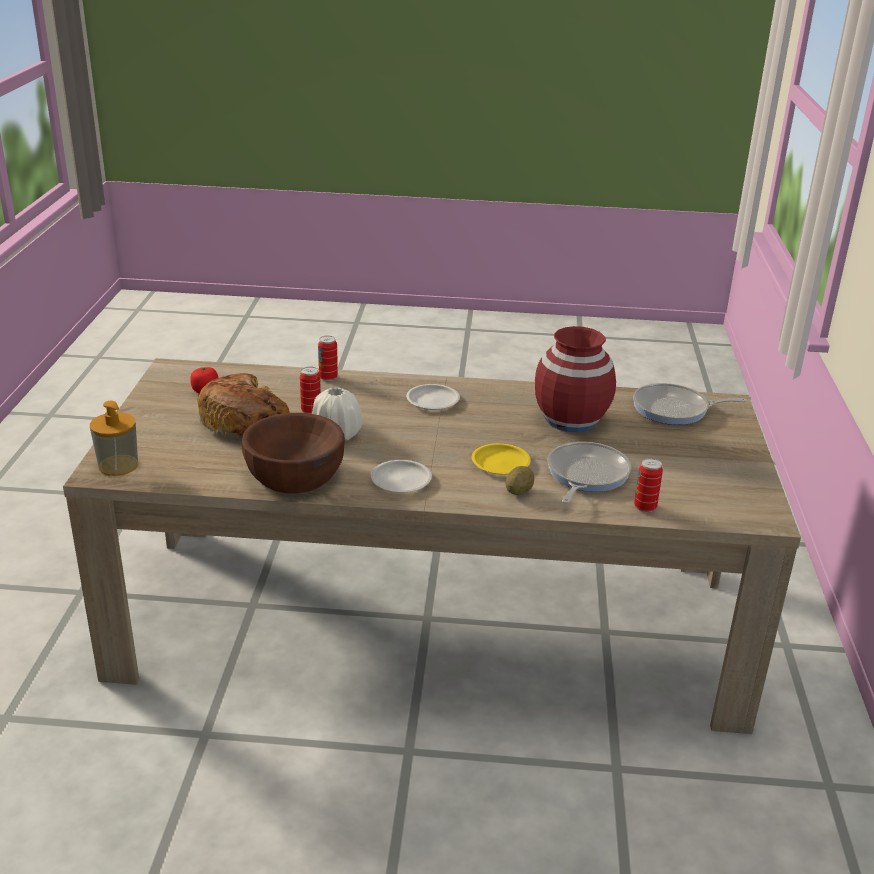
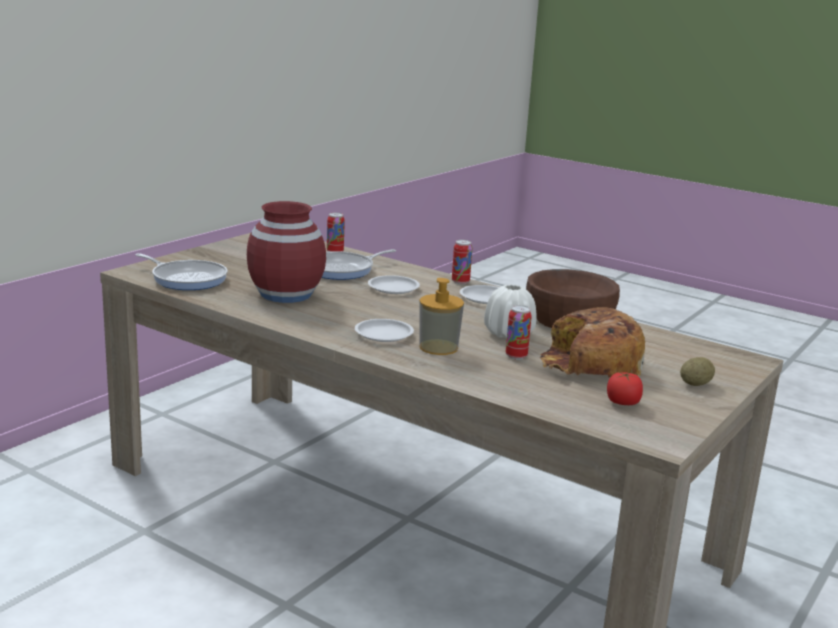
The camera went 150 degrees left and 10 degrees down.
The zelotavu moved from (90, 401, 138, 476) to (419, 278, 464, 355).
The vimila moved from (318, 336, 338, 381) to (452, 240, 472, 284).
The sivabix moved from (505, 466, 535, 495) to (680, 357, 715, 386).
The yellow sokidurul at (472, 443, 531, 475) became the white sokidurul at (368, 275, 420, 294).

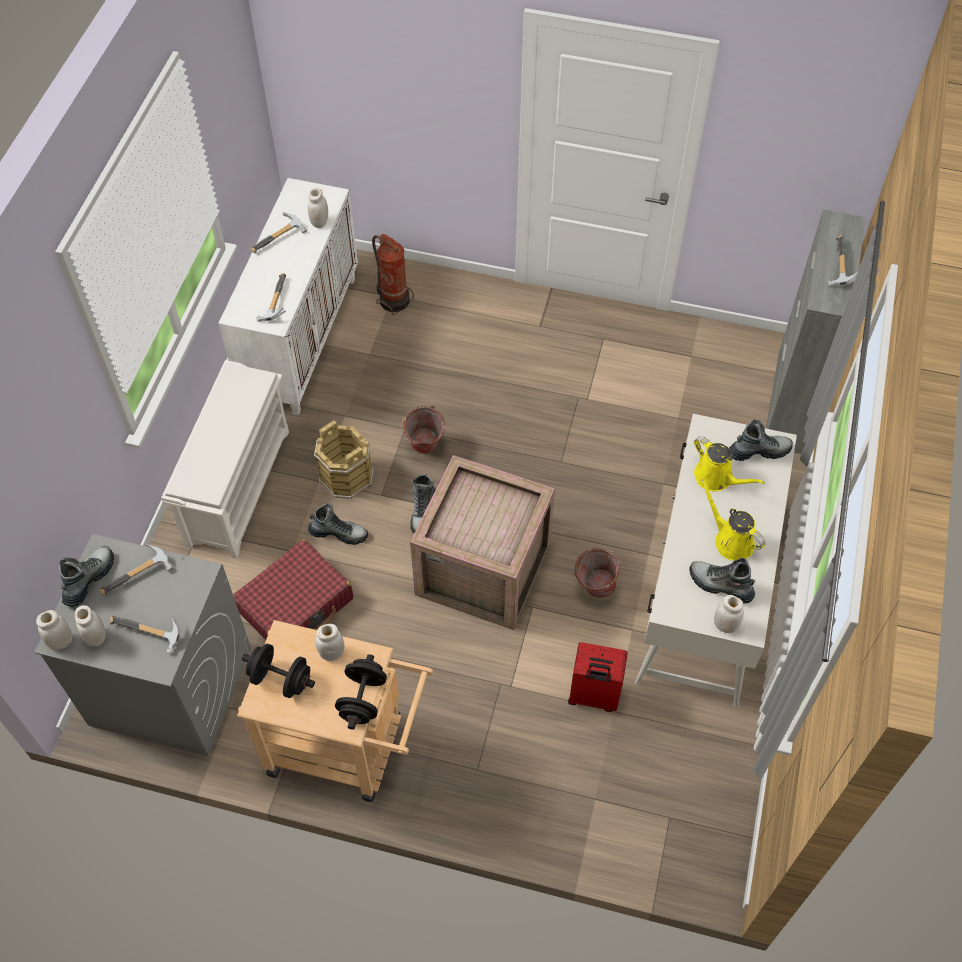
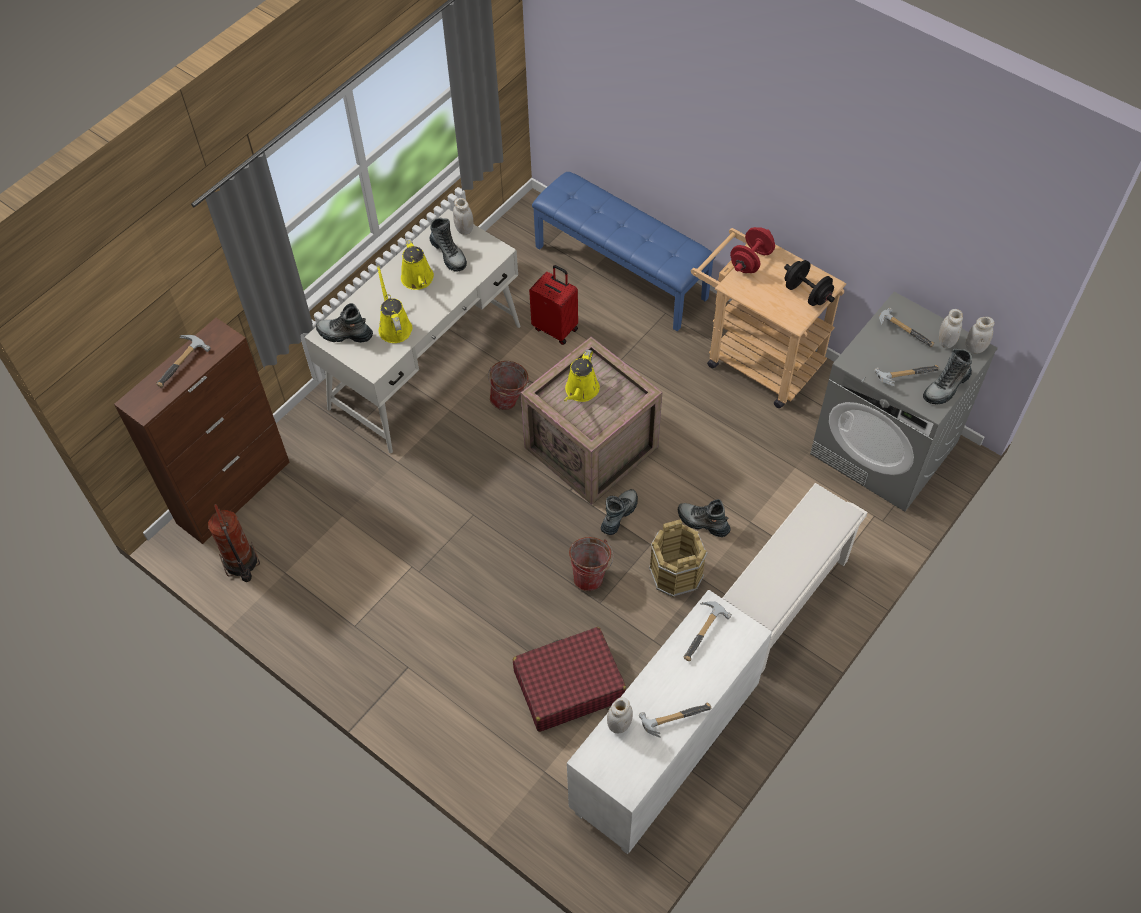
The camera went 155 degrees left and 0 degrees up.
The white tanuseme at (315, 624, 345, 661) disappeared.
The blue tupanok at (532, 172, 715, 331) appeared.
The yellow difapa at (564, 349, 600, 402) appeared.
The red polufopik moved from (233, 540, 353, 640) to (513, 627, 626, 732).
The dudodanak moved from (372, 234, 414, 315) to (208, 504, 260, 582).
The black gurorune at (335, 654, 387, 730) became the red gurorune at (730, 227, 775, 273).
The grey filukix at (766, 210, 866, 454) became the brown filukix at (114, 318, 290, 544).

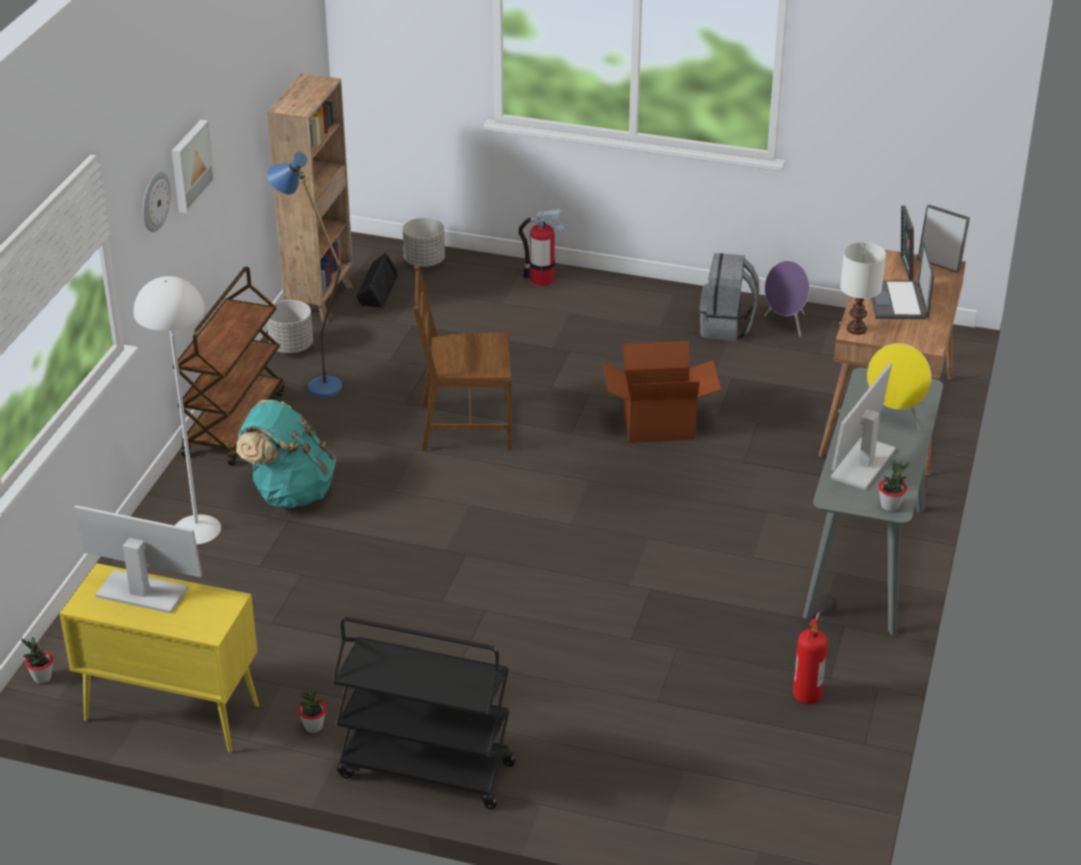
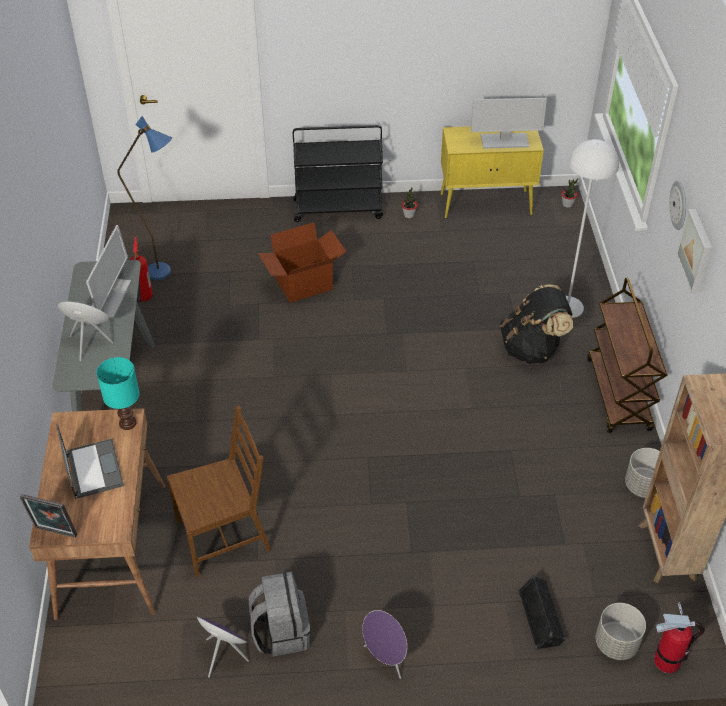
The camera went 160 degrees right and 10 degrees up.
The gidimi at (878, 460, 909, 512) disappeared.
The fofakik at (901, 205, 914, 280) disappeared.
The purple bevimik at (362, 610, 407, 679) appeared.
The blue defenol moved from (267, 152, 342, 398) to (117, 116, 172, 280).
The black bevimik moved from (356, 252, 399, 308) to (518, 575, 566, 650).
The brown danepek moved from (413, 266, 512, 451) to (166, 406, 271, 578).
The dudodanak moved from (519, 209, 564, 286) to (654, 602, 705, 673).
The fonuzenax moved from (603, 341, 721, 443) to (258, 222, 346, 303).
The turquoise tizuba at (236, 400, 336, 508) became the black tizuba at (500, 285, 573, 364).
The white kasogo at (840, 242, 886, 335) became the turquoise kasogo at (97, 357, 140, 430).

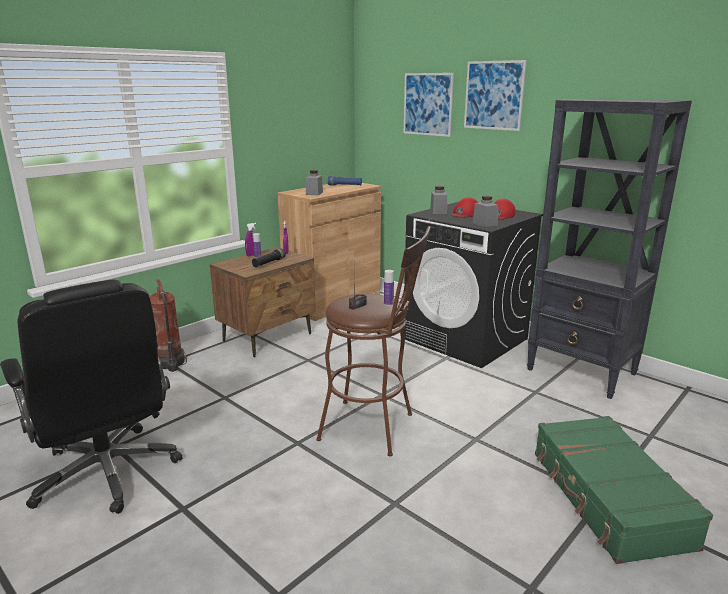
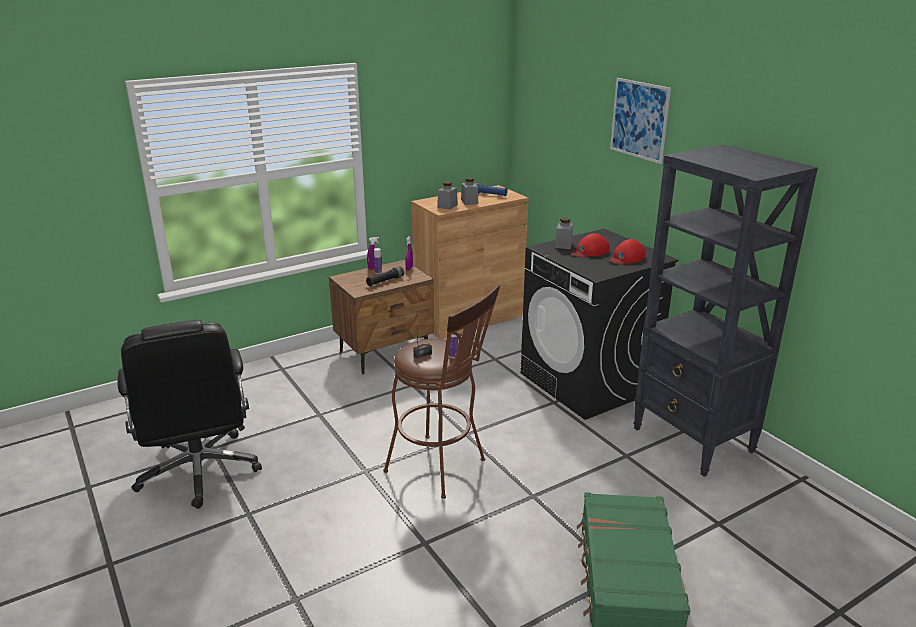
The camera went 15 degrees right and 5 degrees up.
The dudodanak at (150, 279, 187, 372) disappeared.
The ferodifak at (404, 73, 454, 137) disappeared.
The grey tanuseme moved from (473, 196, 498, 227) to (461, 177, 478, 205).

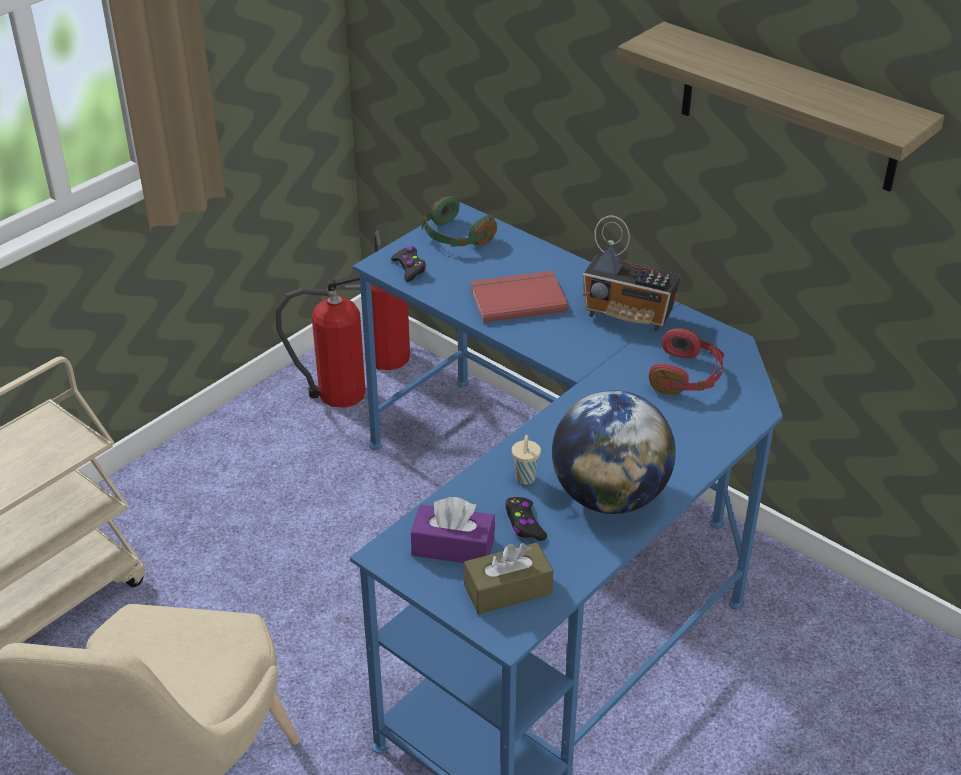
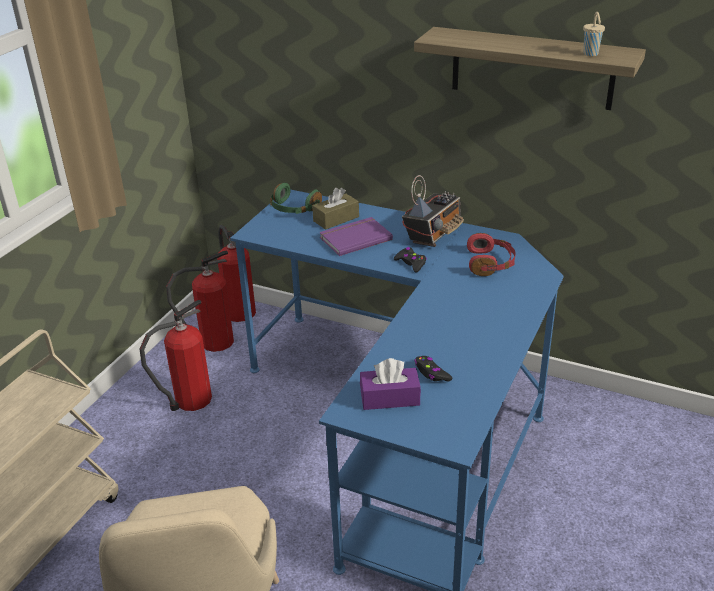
The camera went 15 degrees left and 5 degrees down.
The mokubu at (552, 390, 676, 514) disappeared.
The dudodanak at (140, 300, 212, 411) appeared.
The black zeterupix moved from (391, 246, 426, 282) to (394, 247, 427, 273).
The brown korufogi moved from (464, 542, 553, 614) to (312, 188, 359, 230).
The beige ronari moved from (512, 435, 541, 485) to (583, 12, 605, 56).
The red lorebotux at (470, 271, 568, 323) became the purple lorebotux at (320, 217, 393, 256).
The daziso at (583, 216, 681, 331) turned 60 degrees counterclockwise.

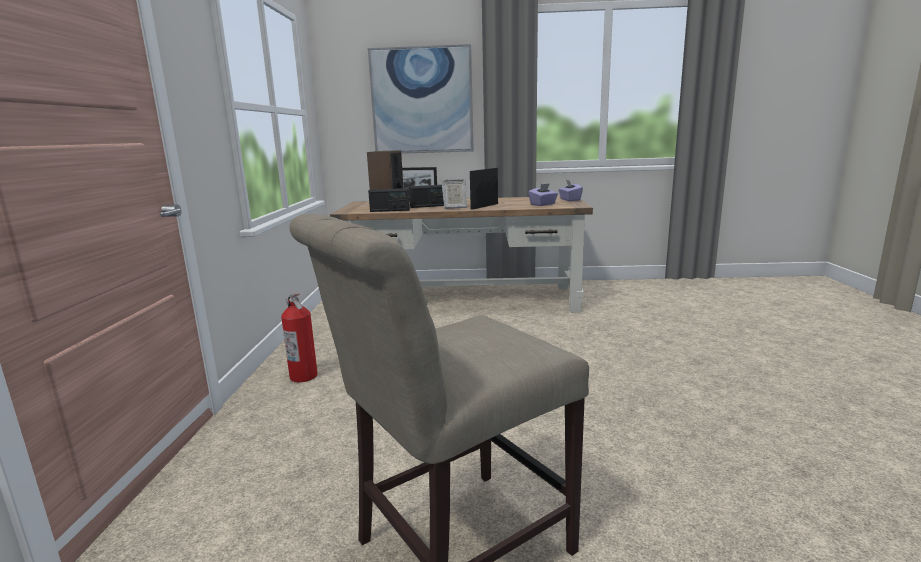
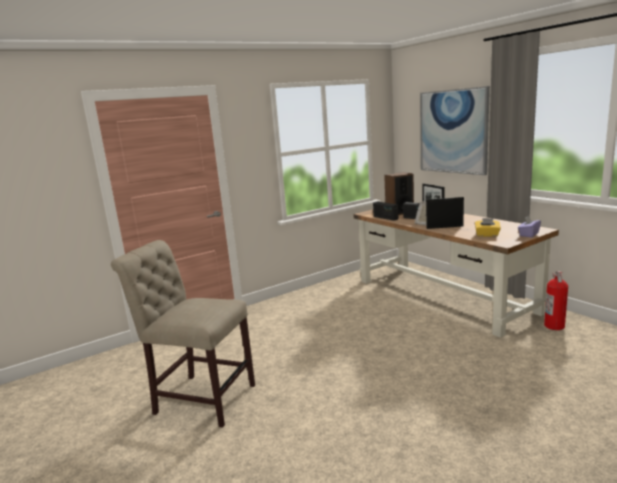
The camera went 55 degrees right and 0 degrees up.
The dudodanak moved from (281, 294, 318, 382) to (544, 271, 568, 330).
The purple korufogi at (528, 183, 558, 206) became the yellow korufogi at (475, 218, 501, 237).

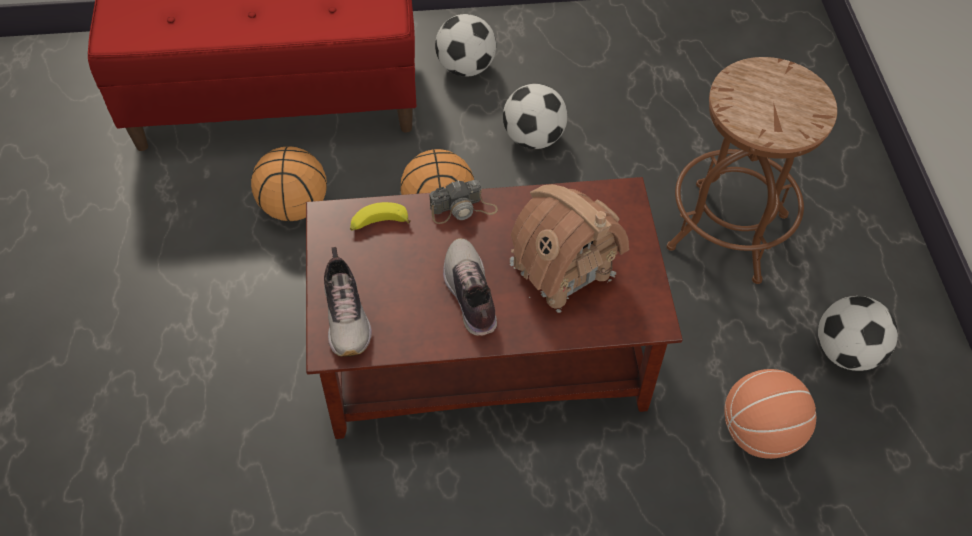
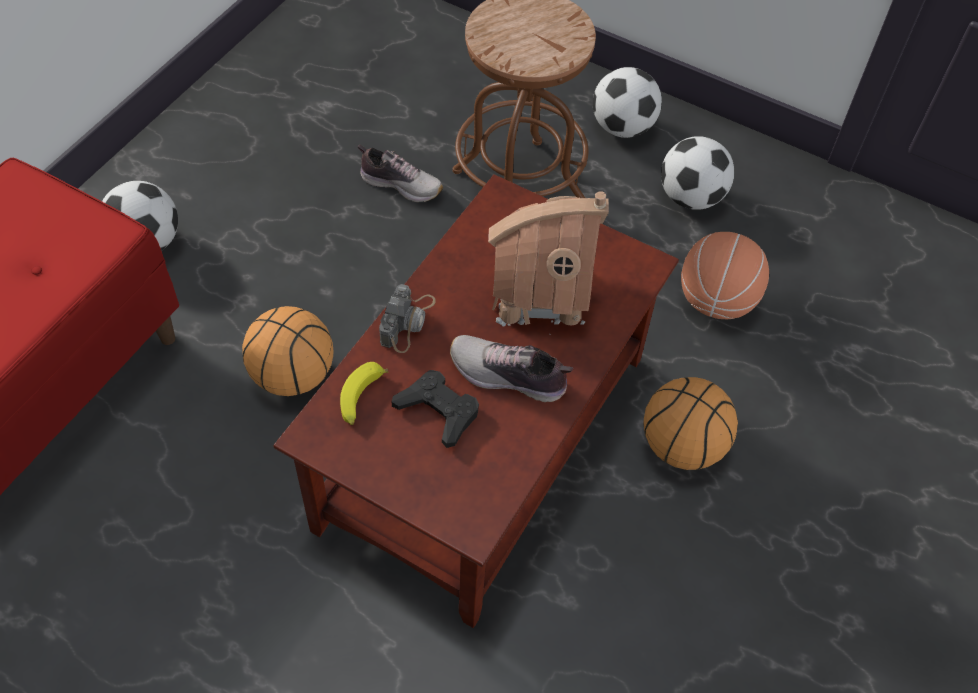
The camera went 55 degrees left and 0 degrees up.
The black zeterupix at (391, 370, 479, 448) appeared.
The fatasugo moved from (251, 146, 327, 221) to (643, 377, 738, 470).
The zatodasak moved from (324, 247, 372, 357) to (358, 145, 443, 202).
The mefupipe moved from (503, 84, 568, 149) to (593, 67, 662, 138).

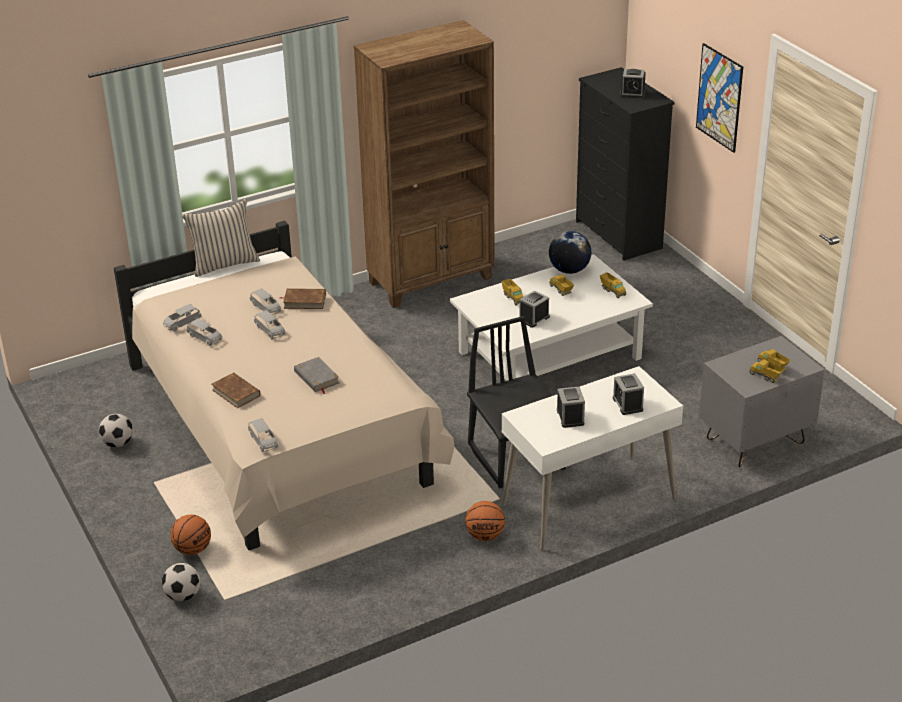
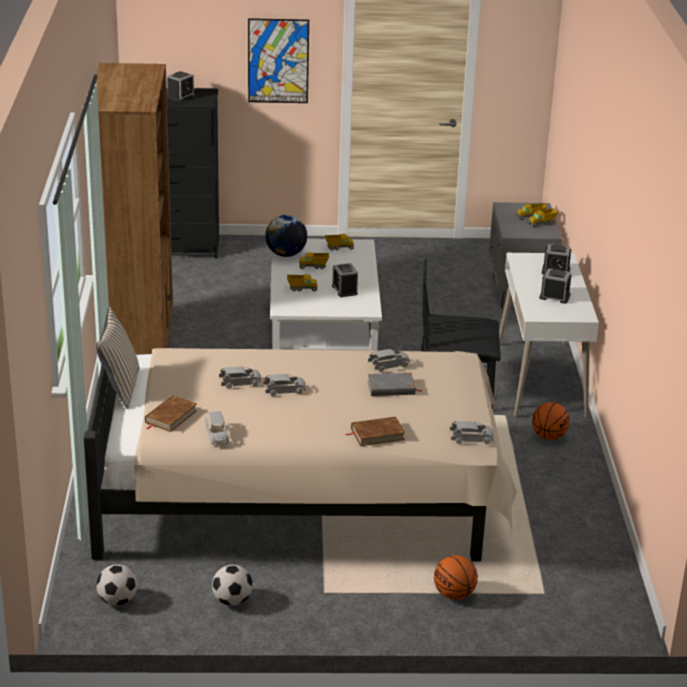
The camera went 65 degrees left and 5 degrees down.
The mefupipe moved from (162, 563, 201, 601) to (96, 564, 138, 606).
The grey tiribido moved from (186, 318, 222, 346) to (368, 349, 410, 372).
The brown lorebotux moved from (280, 288, 326, 309) to (145, 395, 197, 432).

